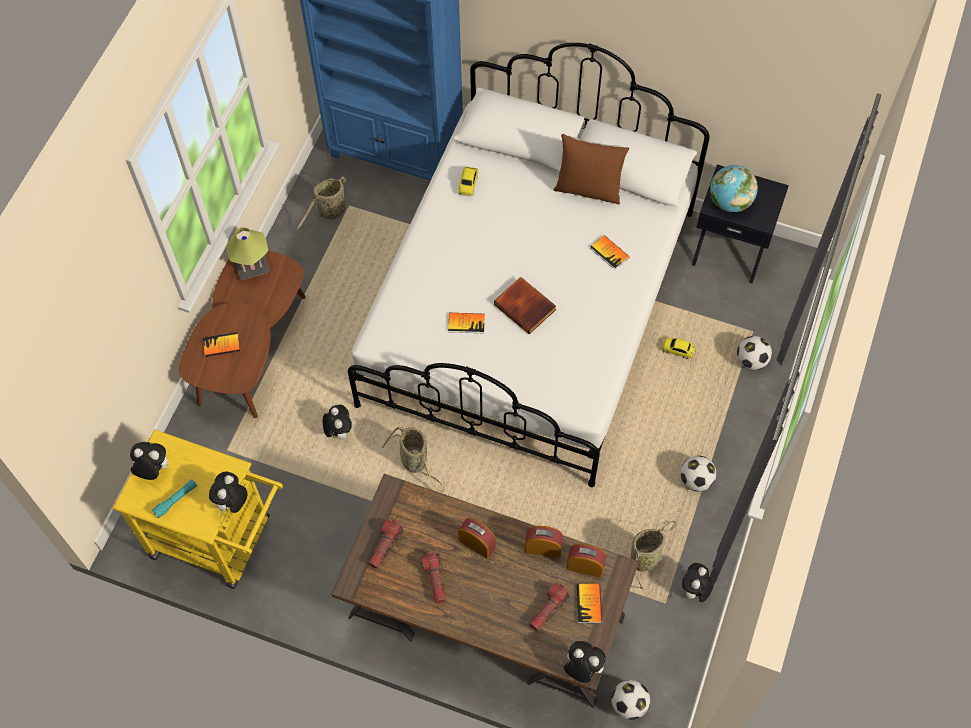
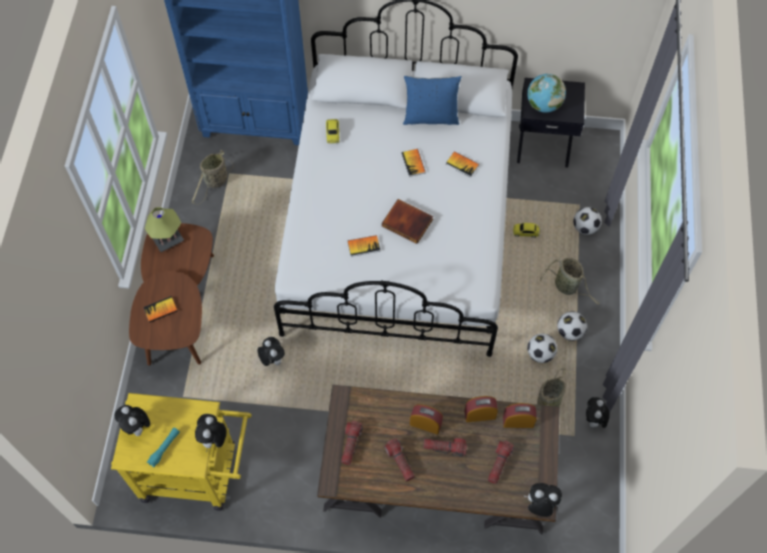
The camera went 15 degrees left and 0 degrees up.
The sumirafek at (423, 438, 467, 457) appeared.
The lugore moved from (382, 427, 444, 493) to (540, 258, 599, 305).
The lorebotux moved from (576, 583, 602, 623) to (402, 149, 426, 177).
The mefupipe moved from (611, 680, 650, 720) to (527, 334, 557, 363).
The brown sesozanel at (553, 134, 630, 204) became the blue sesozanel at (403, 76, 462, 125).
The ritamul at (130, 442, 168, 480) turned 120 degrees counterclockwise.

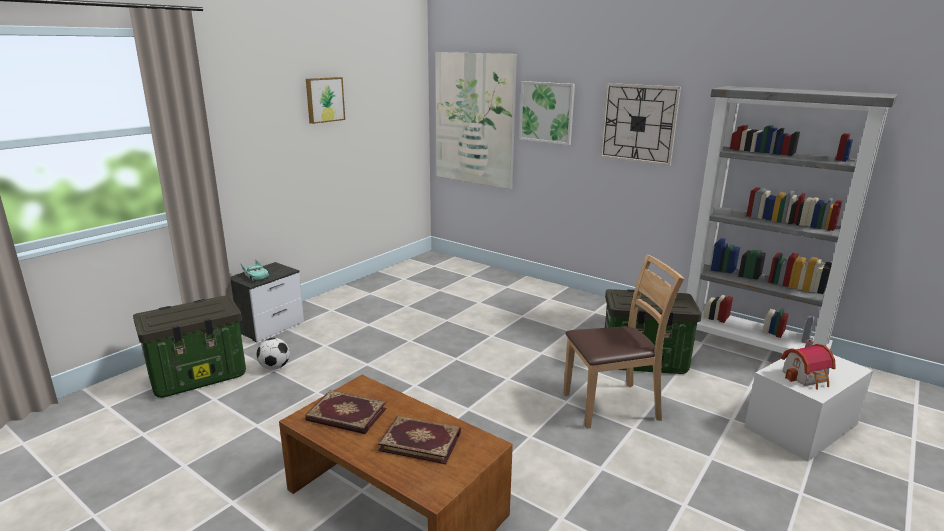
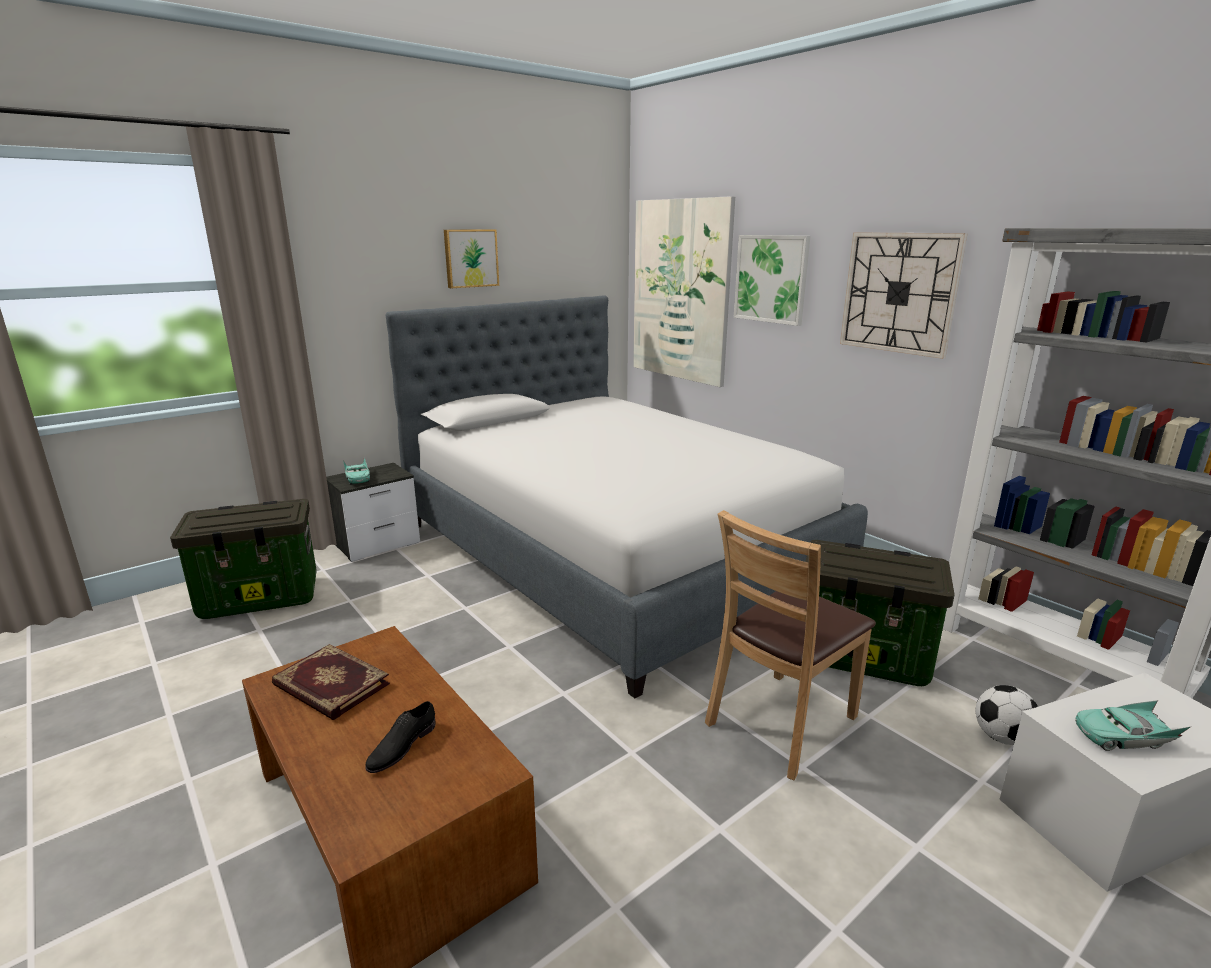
The camera went 15 degrees right and 0 degrees up.
The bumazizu at (386, 295, 868, 698) appeared.
The mefupipe moved from (257, 338, 290, 370) to (976, 685, 1038, 745).
The lorebotux at (378, 416, 461, 464) was replaced by the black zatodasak at (365, 701, 436, 773).
The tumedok at (781, 339, 836, 390) was replaced by the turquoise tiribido at (1075, 700, 1190, 751).
The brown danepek at (563, 254, 684, 429) turned 135 degrees clockwise.

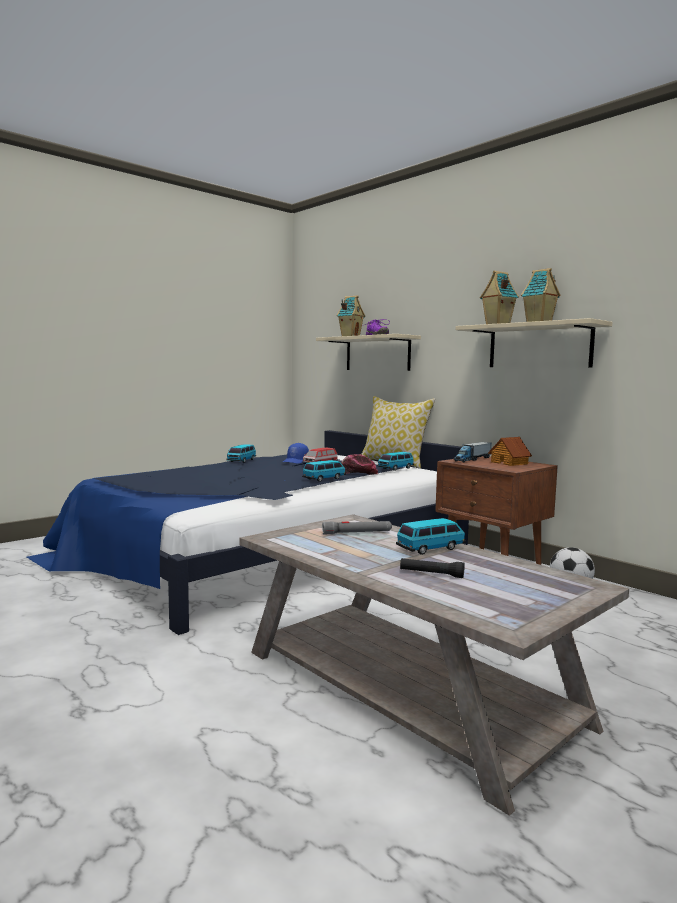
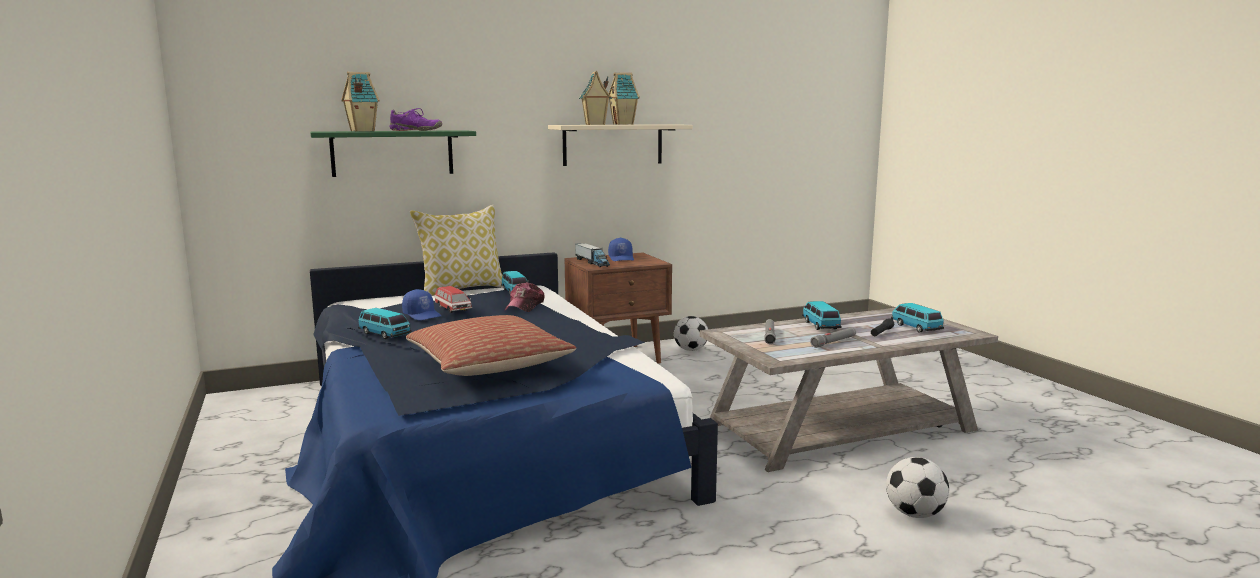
The camera went 70 degrees left and 5 degrees up.
The sesozanel at (406, 315, 576, 376) appeared.
The grey sumirafek at (810, 327, 856, 348) appeared.
The mefupipe at (886, 457, 949, 518) appeared.
The tiribido moved from (302, 460, 346, 482) to (891, 303, 944, 333).
The tumedok at (488, 437, 532, 466) was replaced by the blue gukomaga at (608, 238, 634, 261).
The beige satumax at (316, 334, 421, 371) became the green satumax at (310, 130, 476, 177).

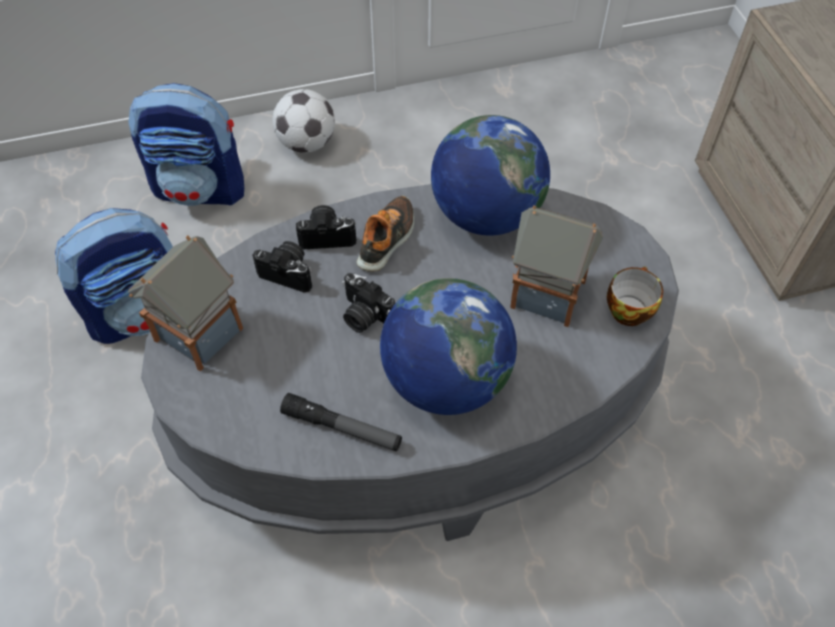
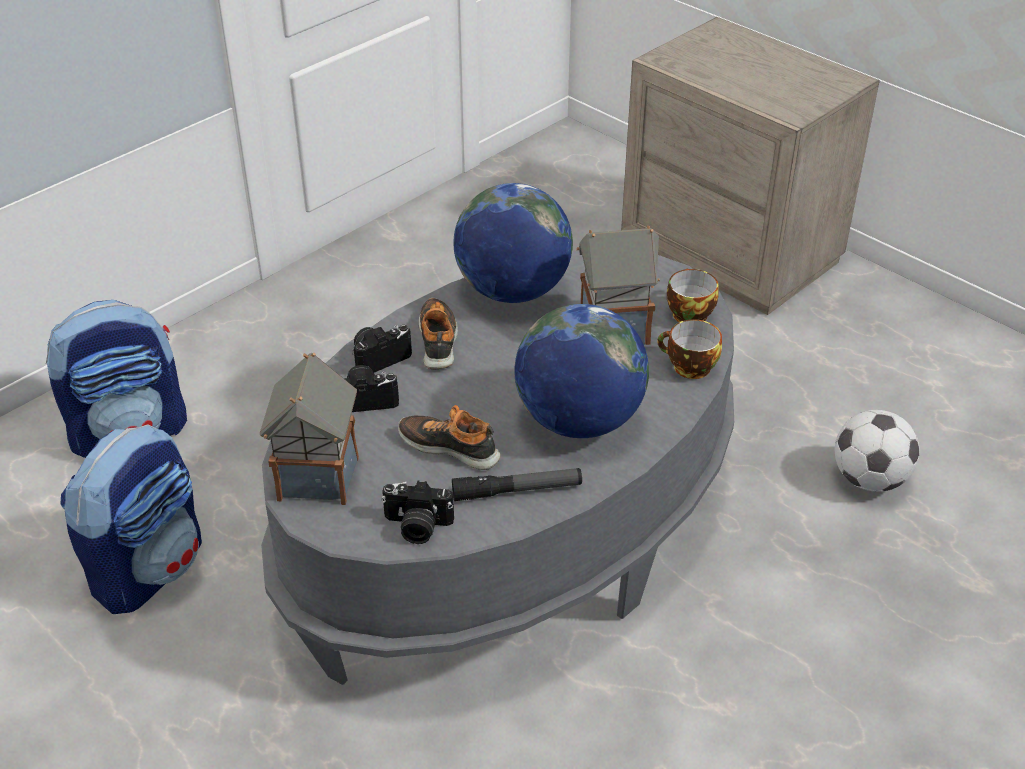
The camera went 30 degrees left and 15 degrees down.
The zatodasak at (398, 405, 500, 470) appeared.
The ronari at (657, 319, 722, 379) appeared.
The mefupipe moved from (272, 89, 335, 153) to (835, 410, 920, 492).
The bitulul moved from (342, 273, 395, 333) to (381, 481, 454, 544).

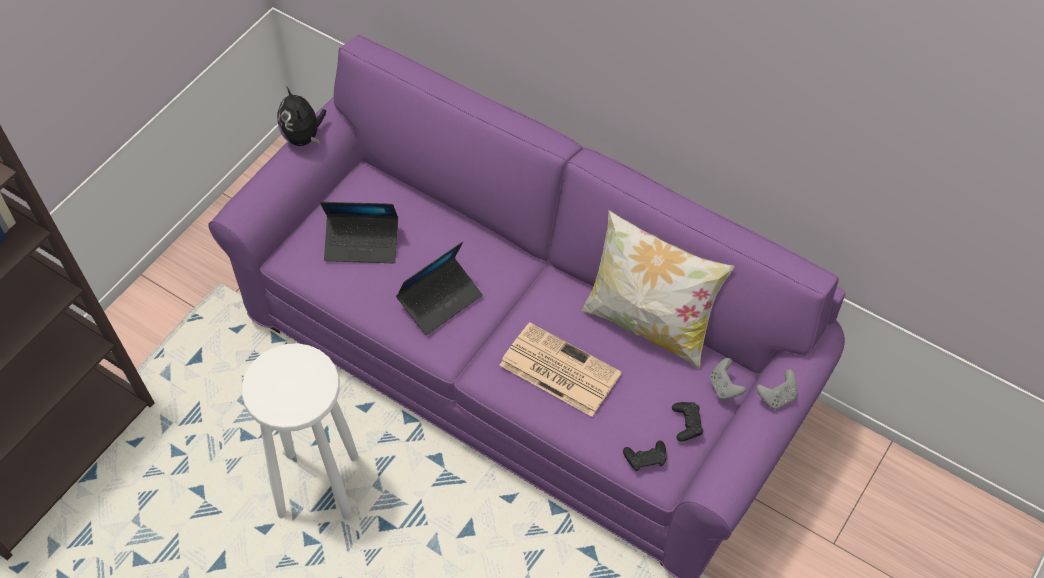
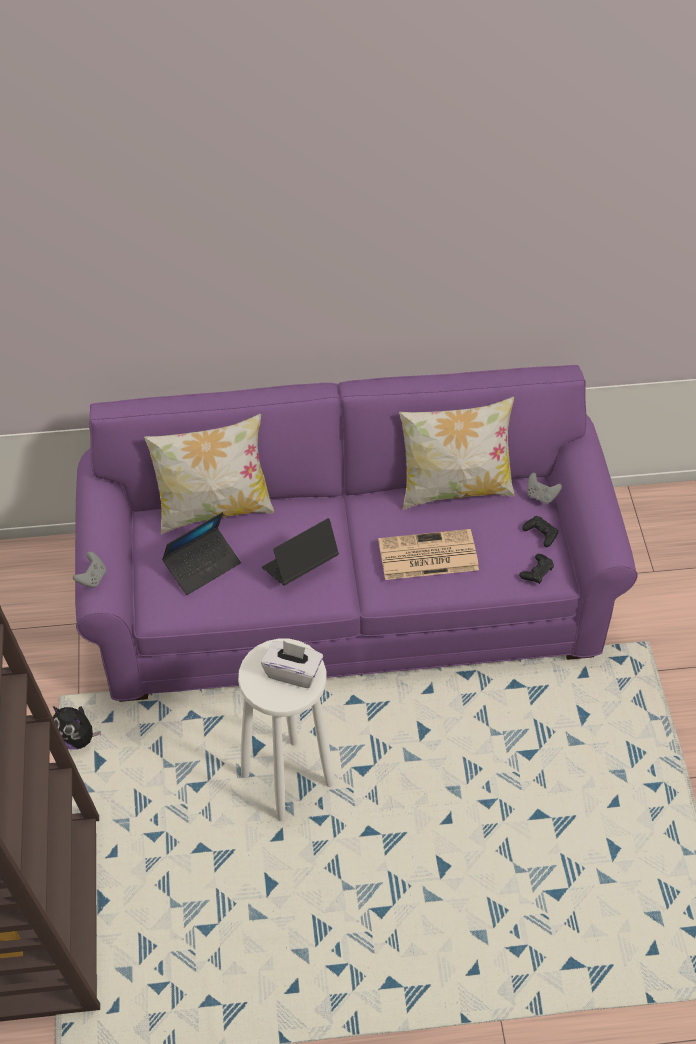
The camera went 40 degrees left and 5 degrees down.
The sesozanel at (144, 414, 274, 534) appeared.
The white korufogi at (261, 641, 323, 688) appeared.
The ritamul moved from (277, 86, 326, 146) to (53, 706, 101, 749).
The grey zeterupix moved from (756, 369, 797, 409) to (73, 552, 106, 588).
The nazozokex at (396, 242, 483, 335) turned 135 degrees counterclockwise.

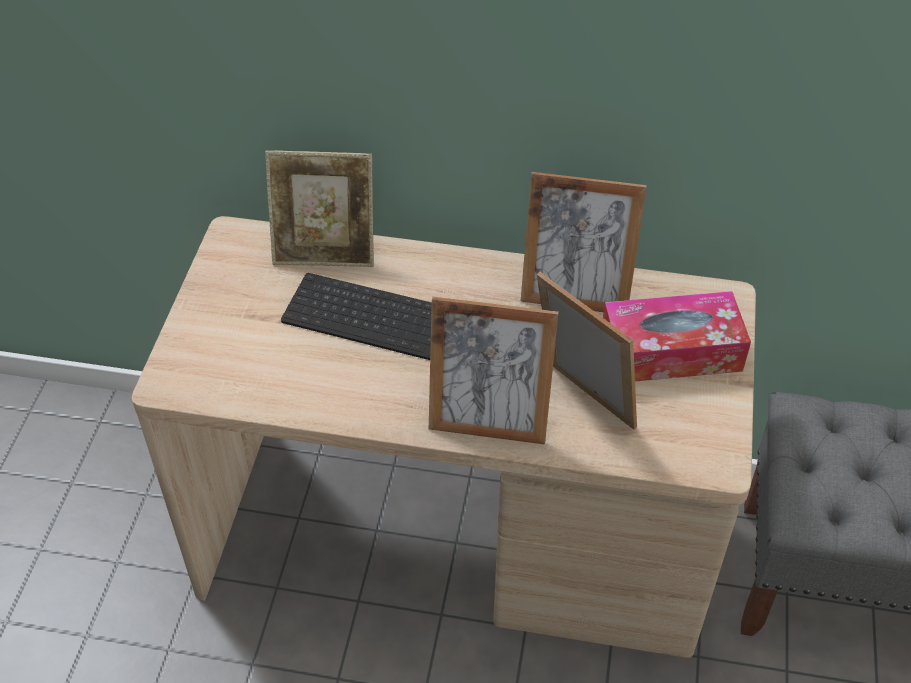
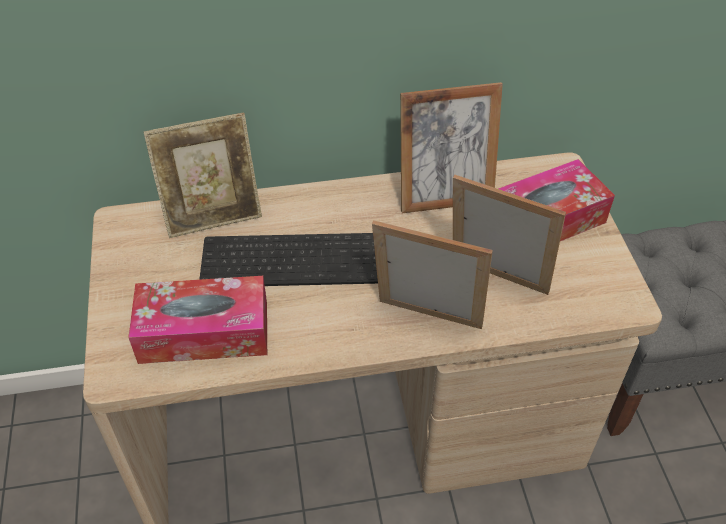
The camera went 20 degrees left and 0 degrees up.
The korufogi at (128, 276, 267, 364) appeared.
The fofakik at (429, 297, 559, 445) turned 150 degrees counterclockwise.

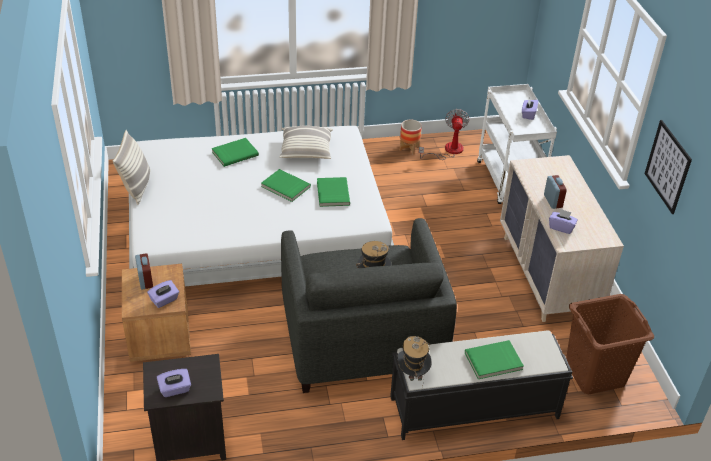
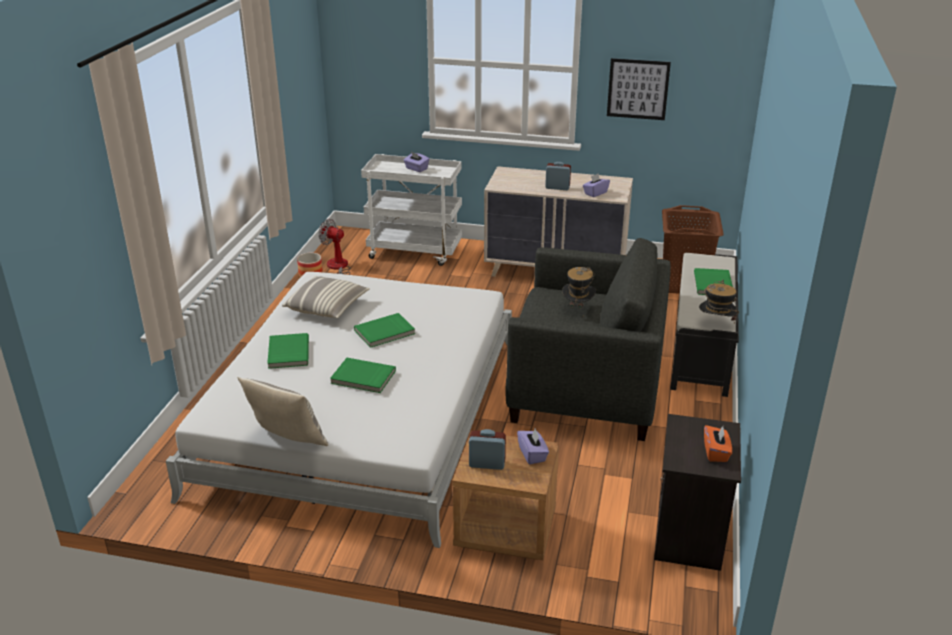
The camera went 65 degrees left and 10 degrees down.
The green lorebotux moved from (317, 177, 350, 207) to (330, 358, 396, 393).
The purple korufogi at (157, 369, 191, 397) became the orange korufogi at (704, 425, 732, 462).

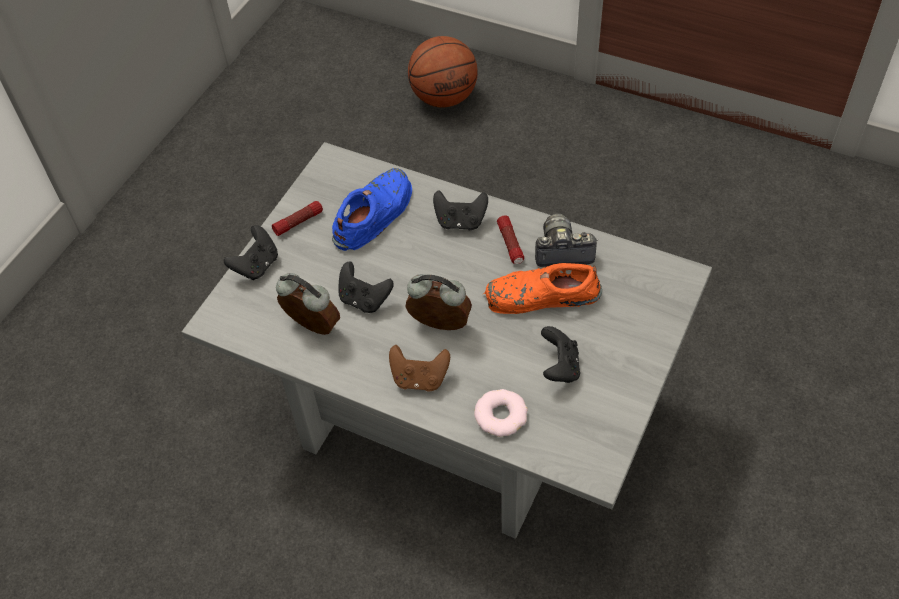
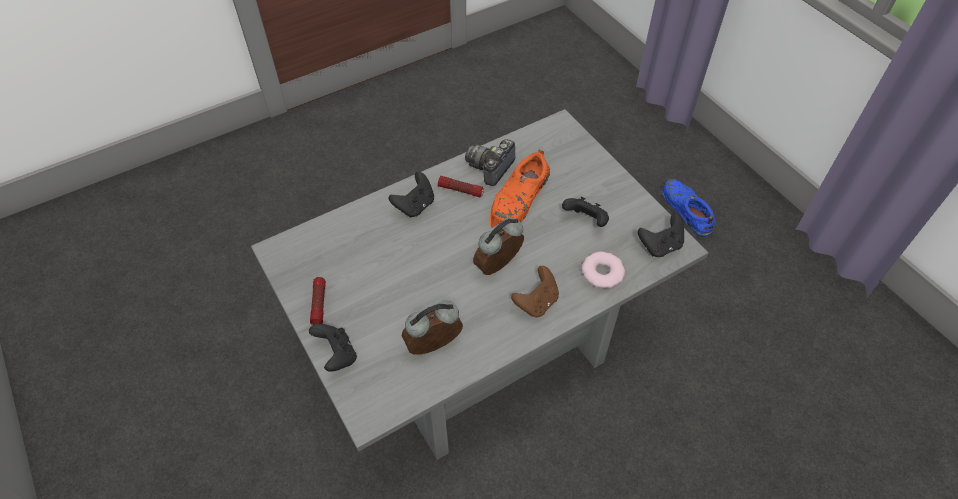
The camera went 60 degrees left and 0 degrees up.
The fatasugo at (408, 36, 478, 107) disappeared.
The blue zatodasak moved from (332, 168, 412, 251) to (663, 179, 715, 237).
The black zeterupix moved from (339, 262, 394, 313) to (638, 213, 684, 257).

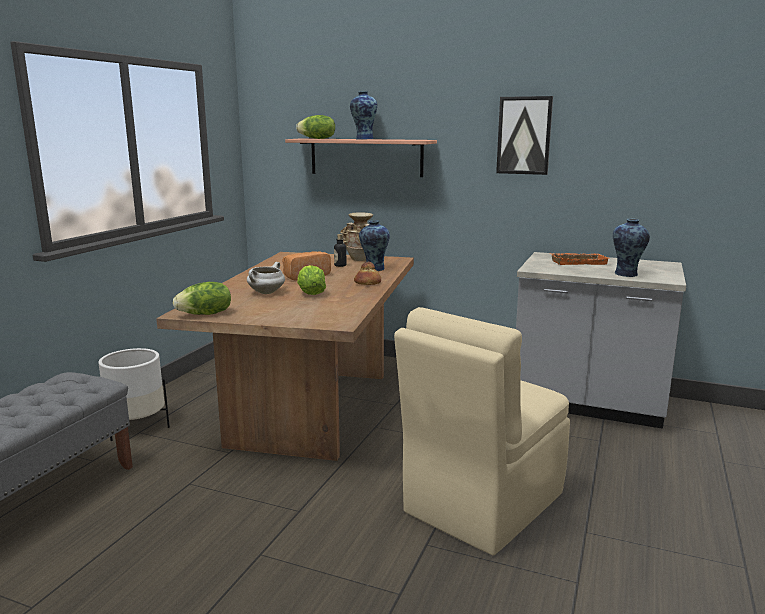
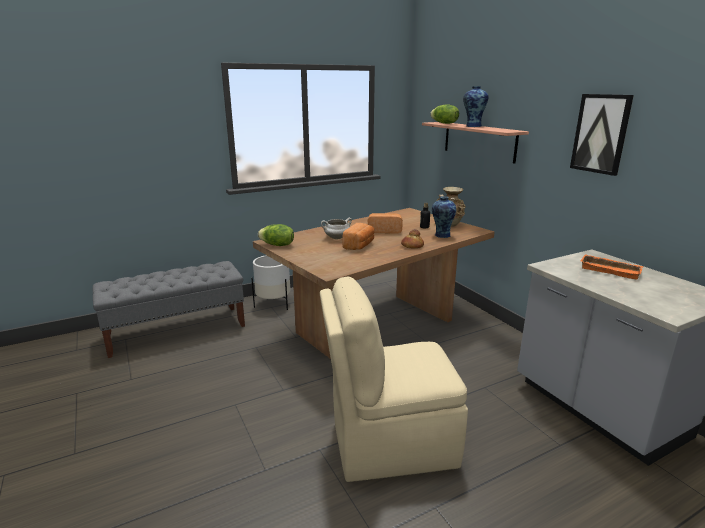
The camera went 40 degrees right and 5 degrees up.
The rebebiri at (613, 218, 650, 277) disappeared.
The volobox at (297, 265, 326, 295) was replaced by the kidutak at (343, 223, 374, 250).

